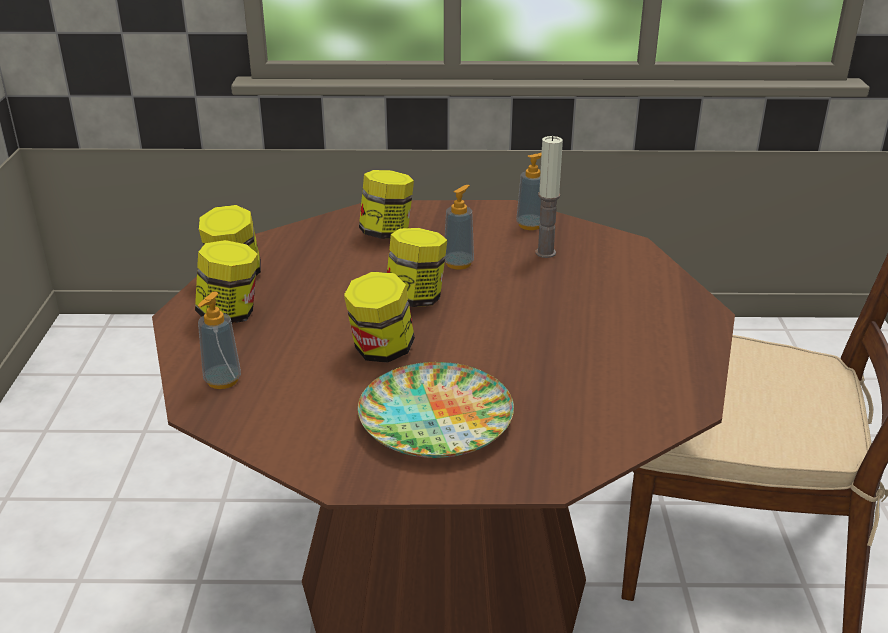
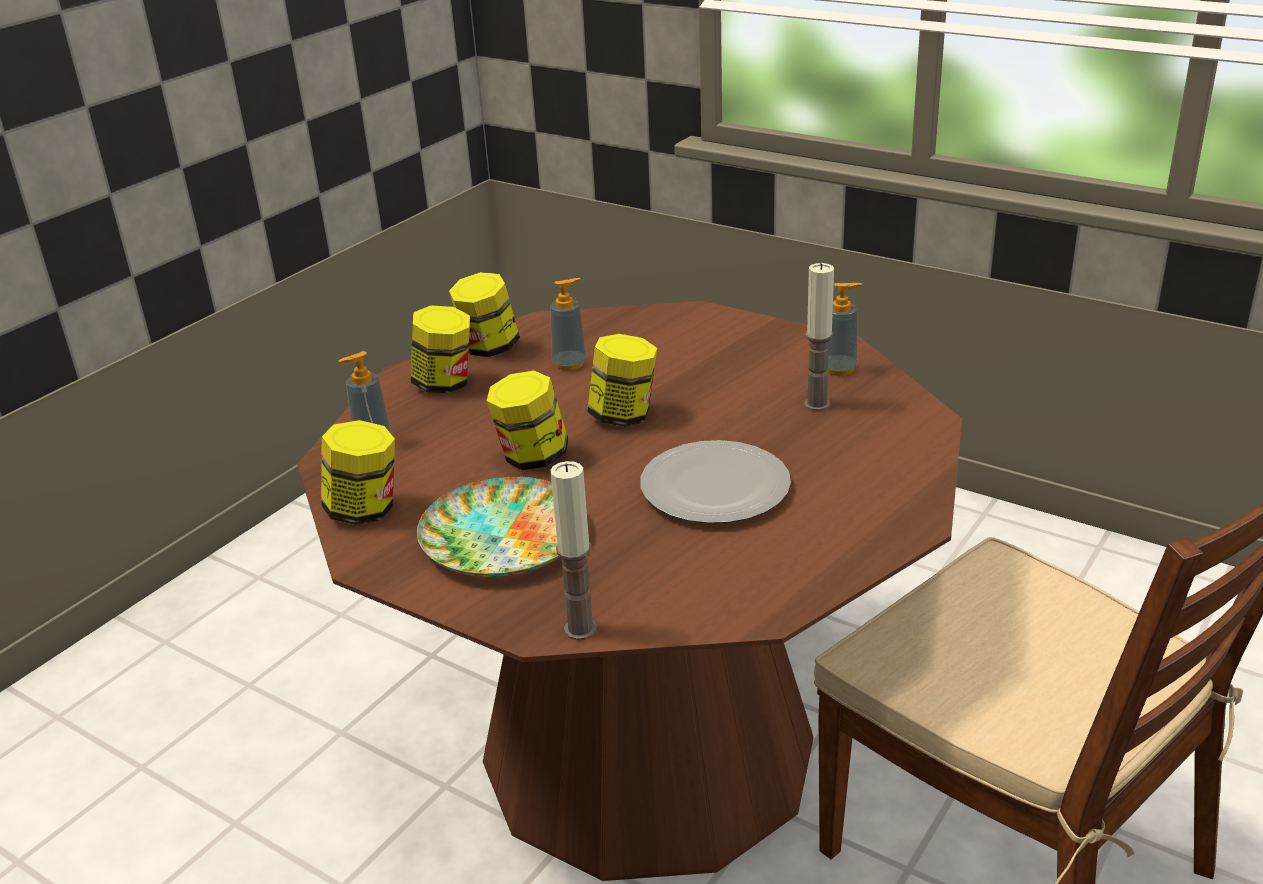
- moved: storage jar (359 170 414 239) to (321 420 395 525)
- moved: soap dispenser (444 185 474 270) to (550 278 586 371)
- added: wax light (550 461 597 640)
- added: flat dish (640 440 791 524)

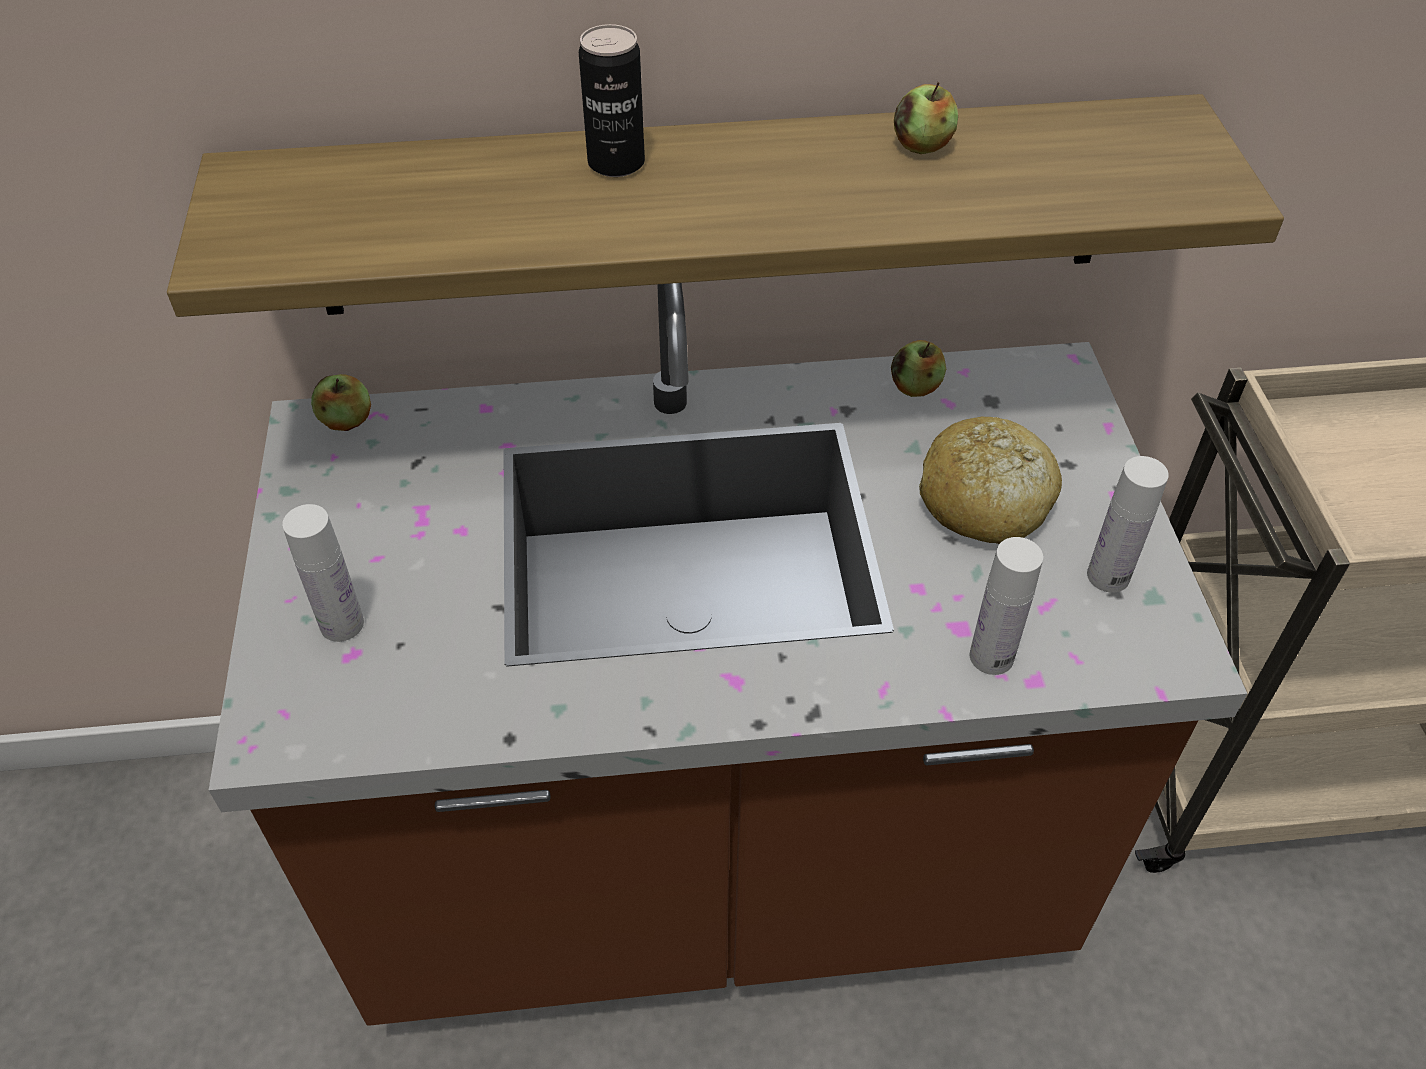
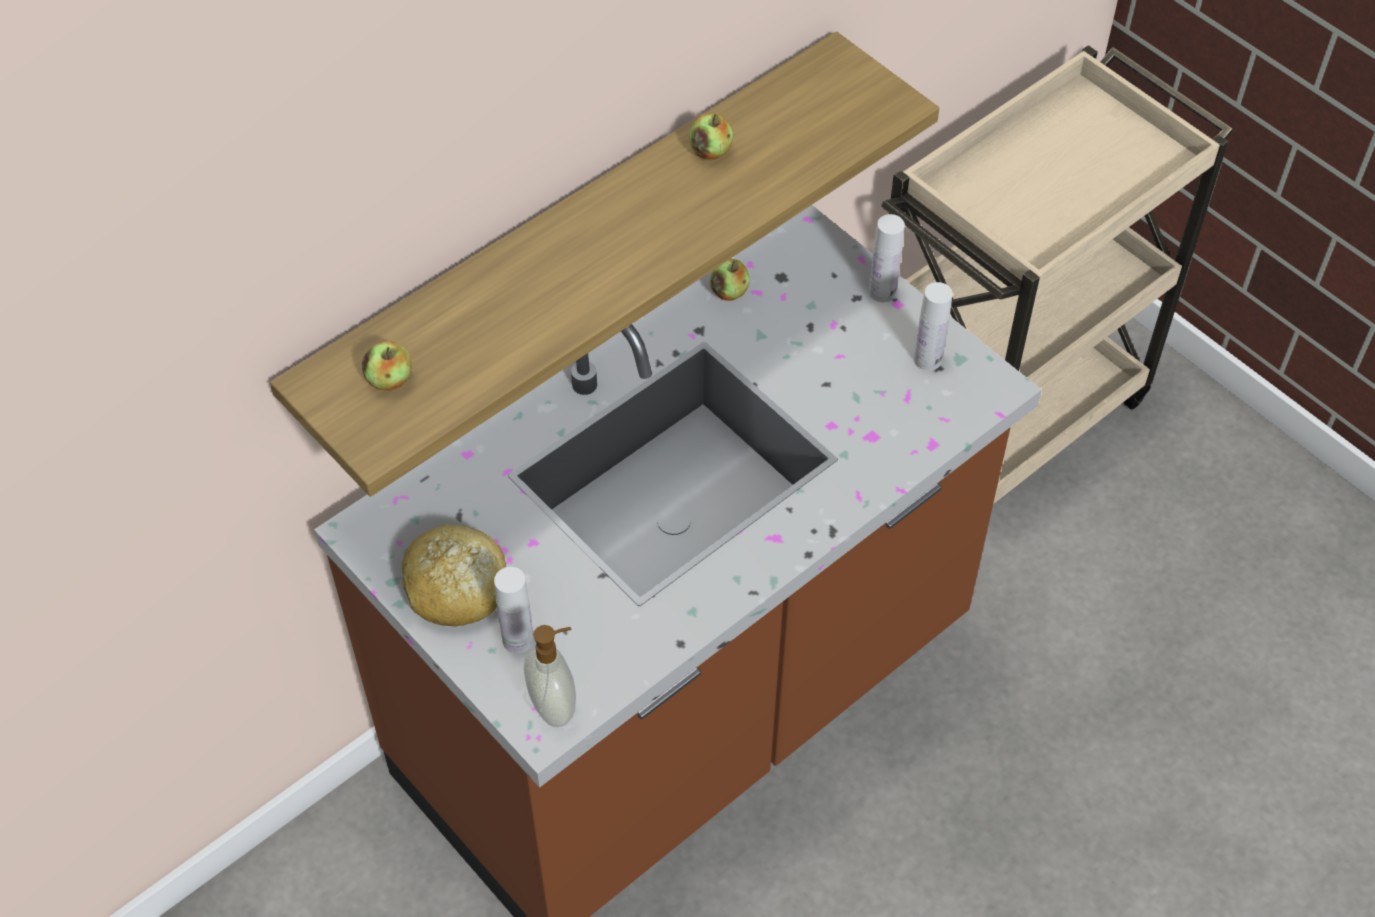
- moved: apple fruit (311 374 371 431) to (362 341 412 391)
- removed: sealed can (579 24 645 177)
- moved: bread (919 416 1062 544) to (402 524 506 626)
- moved: bottle/white (970 537 1043 675) to (869 214 905 302)
- added: soap dispenser (524 625 576 727)

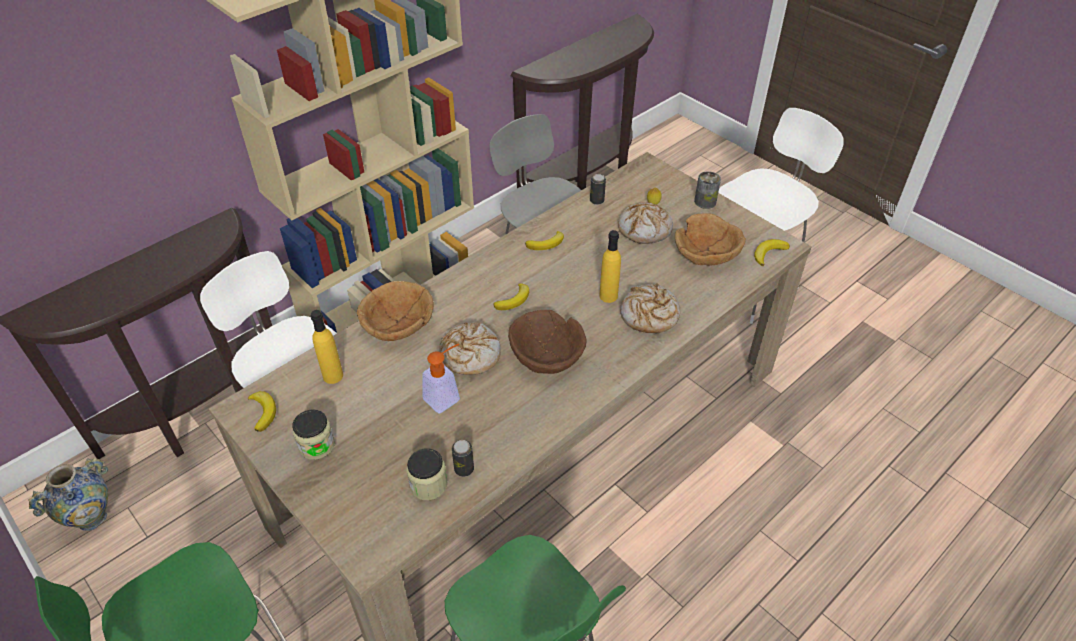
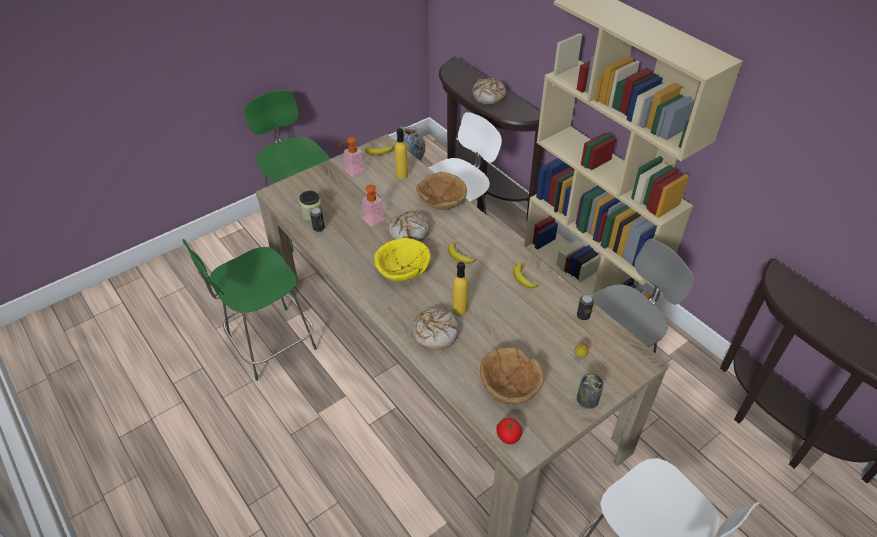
- replaced: storage jar (292 410 335 460) to soap dispenser (337 137 365 177)
- recoloured: bowl/brownish (508 310 587 374) to bowl/yellow-coloured (374 238 431 281)
- moved: bread (618 203 673 244) to (472 78 506 105)
- replaced: whole banana (754 239 790 266) to tomato (496 418 523 444)

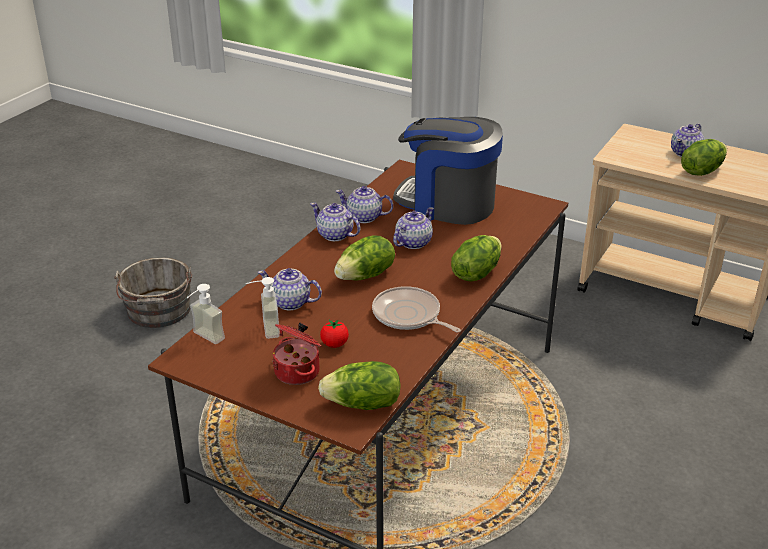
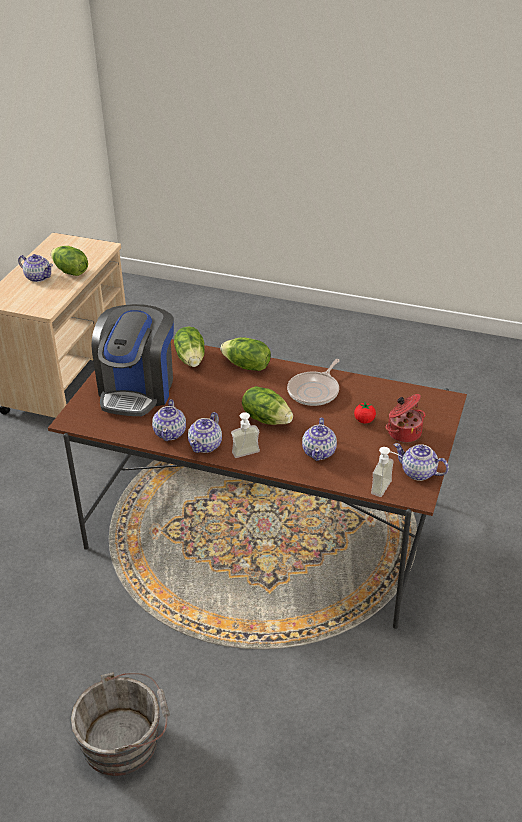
- moved: soap dispenser (246 277 280 339) to (231 412 260 458)
- moved: lettuce head (318 361 401 410) to (174 326 204 367)
- moved: pot for tea (393 207 434 249) to (394 443 449 481)

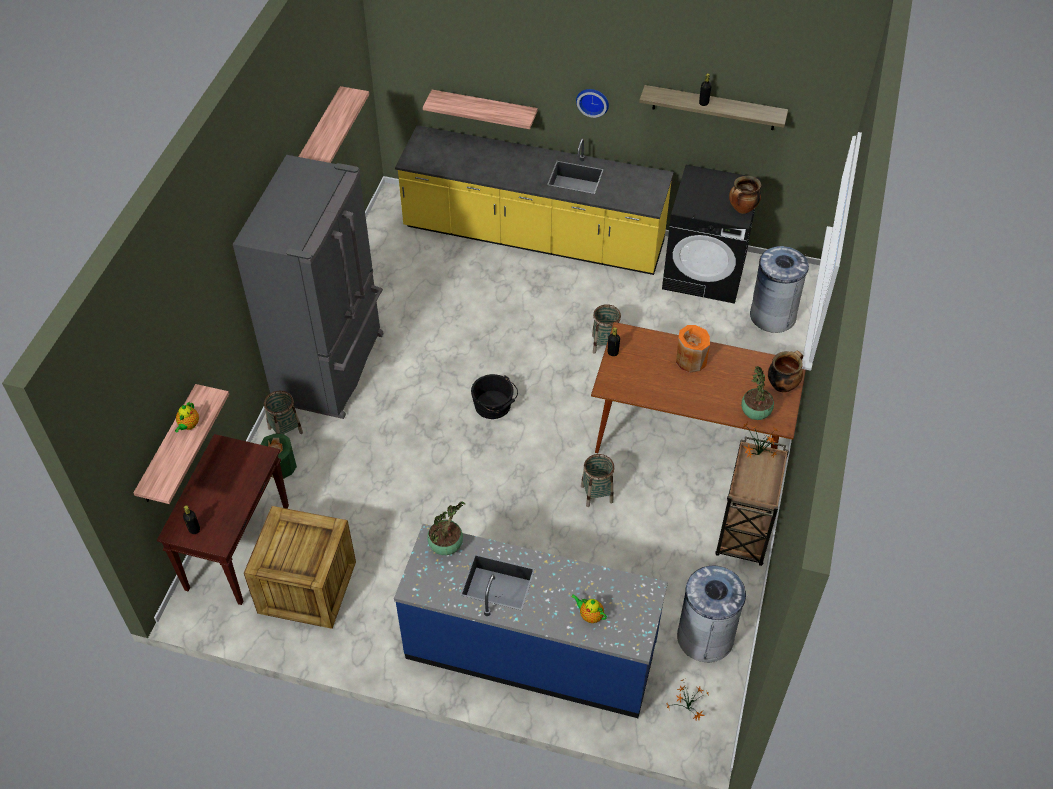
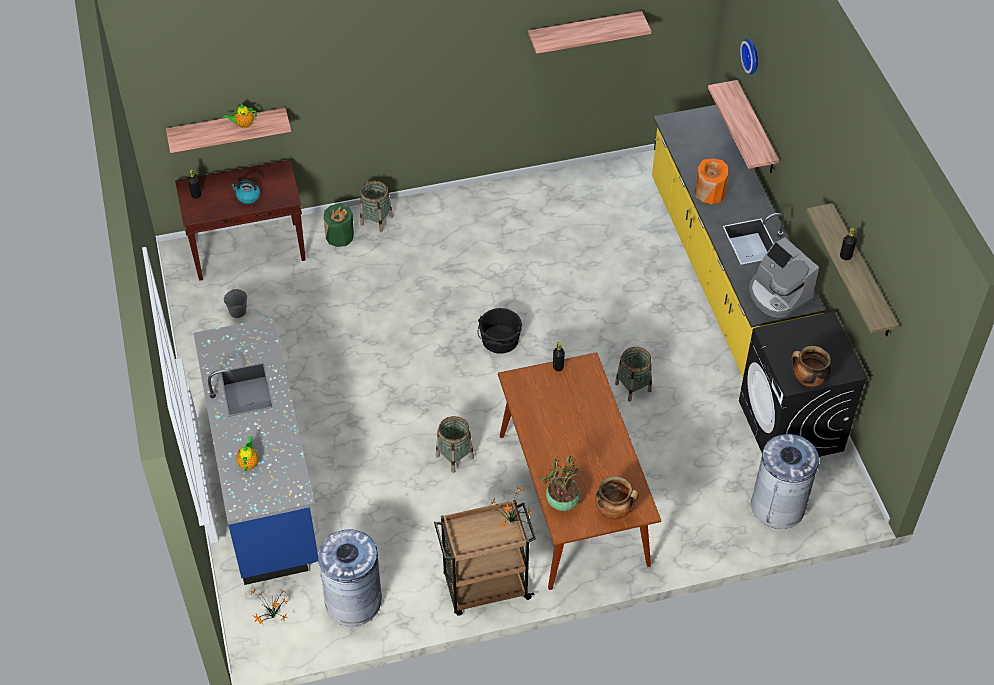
- removed: kitchen fridge/gray (233 155 384 419)
- replaced: packing crate (244 506 356 629) to bucket/gray (224 289 247 318)
- removed: plant in a pot (427 501 466 555)
- moved: clock on the wall (576 89 609 118) to (740 39 758 75)
- moved: decorative vase/orange-coloured (676 325 710 373) to (695 159 728 205)
- added: kettle (231 180 260 204)
- added: coffee brewer (749 237 819 318)

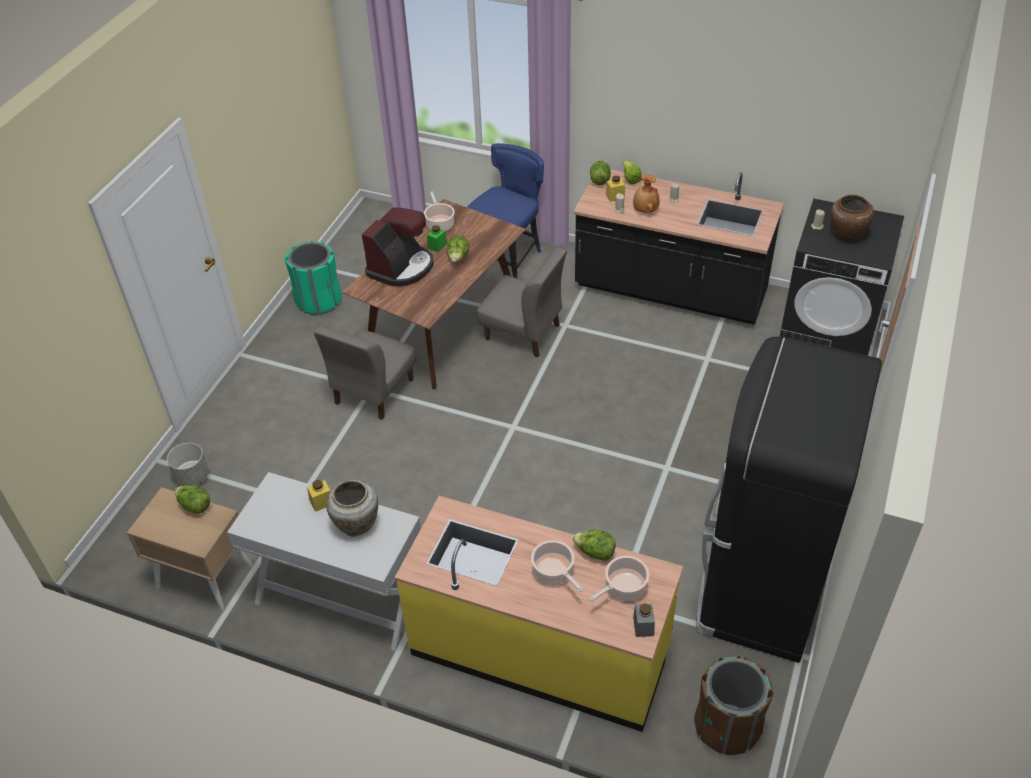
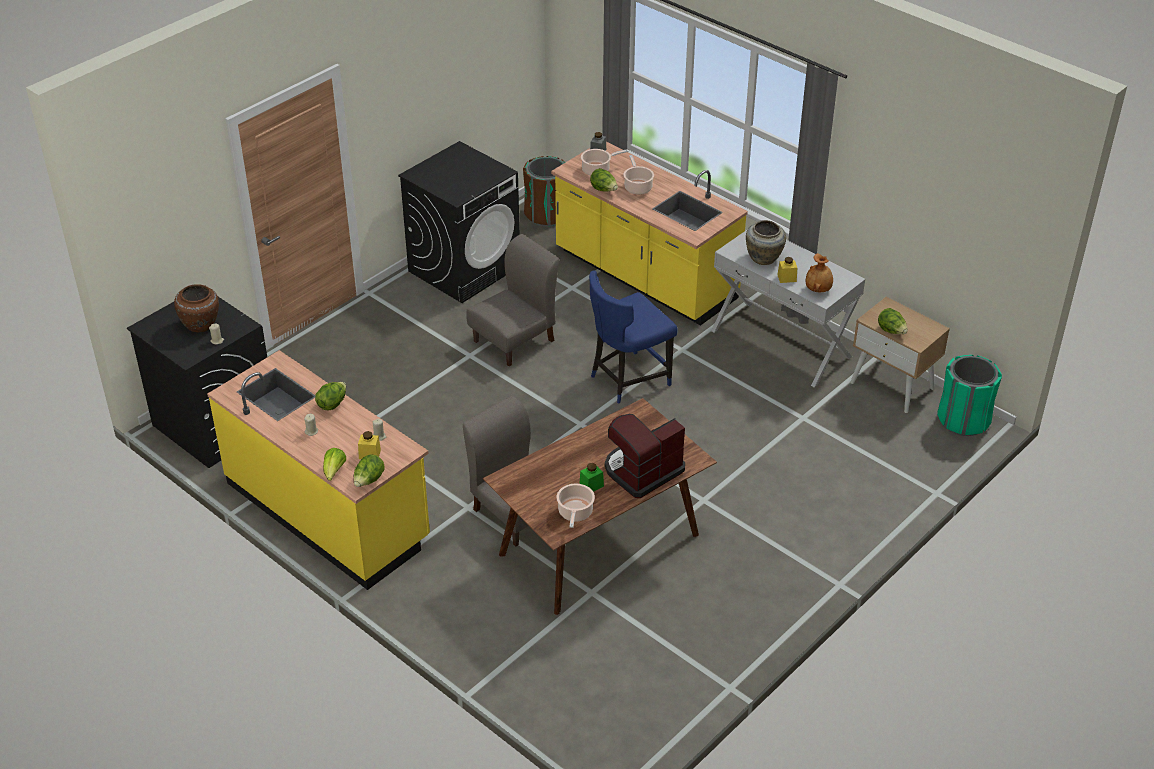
- removed: flower pot/gray (167 443 209 486)
- moved: trash can/green-coloured (285 241 342 315) to (937 355 1002 436)
- moved: upright chair/gray (314 325 417 420) to (466 234 559 366)
- moved: lettuce head (447 235 469 262) to (315 382 346 410)
- moved: upright chair/bluish (467 143 544 278) to (589 271 678 403)
- recoloured: kitchen base unit/blackish (573 169 784 325) to kitchen base unit/yellow-coloured (207 350 430 590)
- moved: decorative vase/brownish (633 174 660 213) to (806 253 833 292)
- replaced: kitchen fridge/blackish (696 337 882 663) to washing machine/blackish (398 141 520 303)

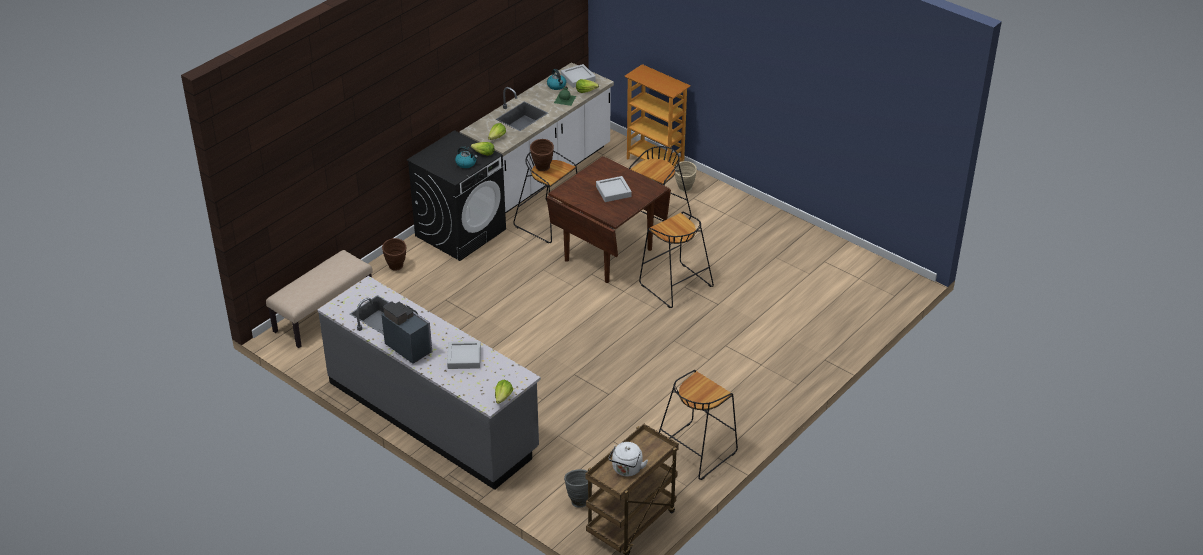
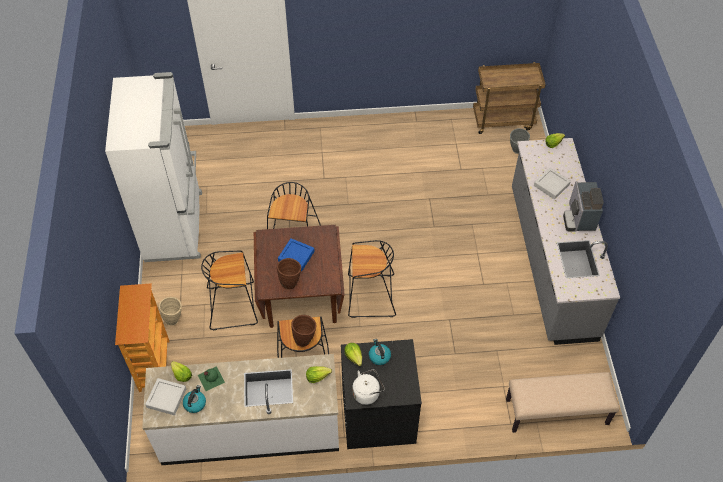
- moved: decorative vase/brownish (382 238 406 271) to (277 258 301 290)
- recoloured: carrying tray/gray (596 176 632 202) to carrying tray/bluish (278 238 315 271)
- moved: kettle/white (609 442 648 476) to (352 369 385 405)
- moved: stool/blackish (659 370 738 480) to (348 240 396 318)
- added: kitchen fridge/white (105 72 202 262)

